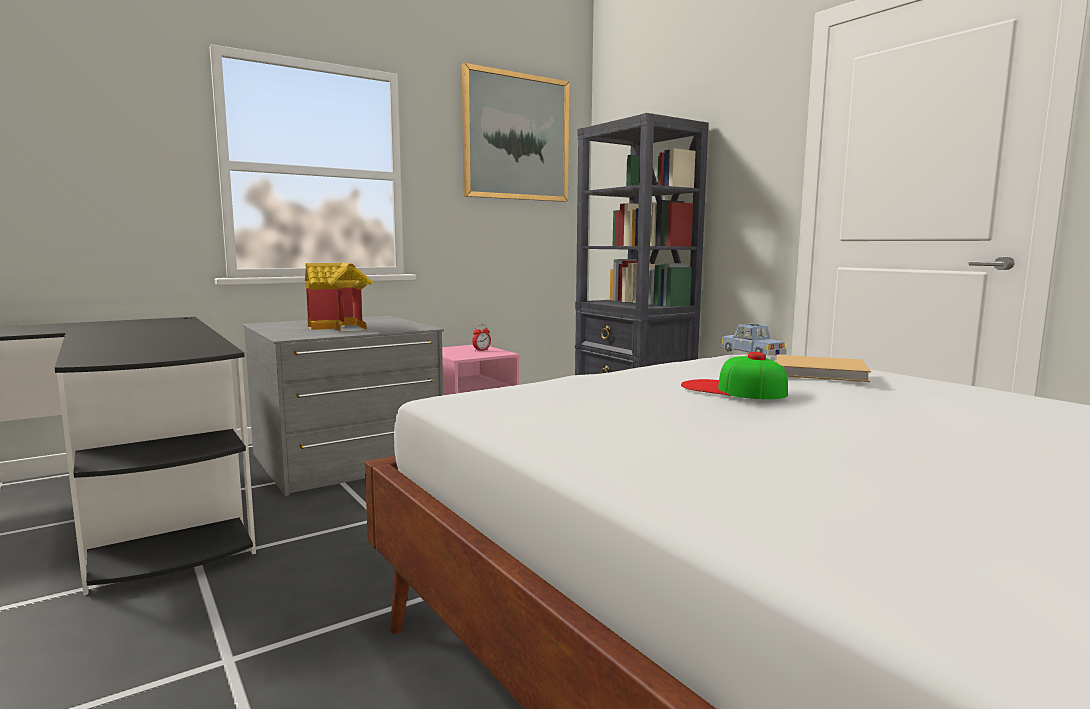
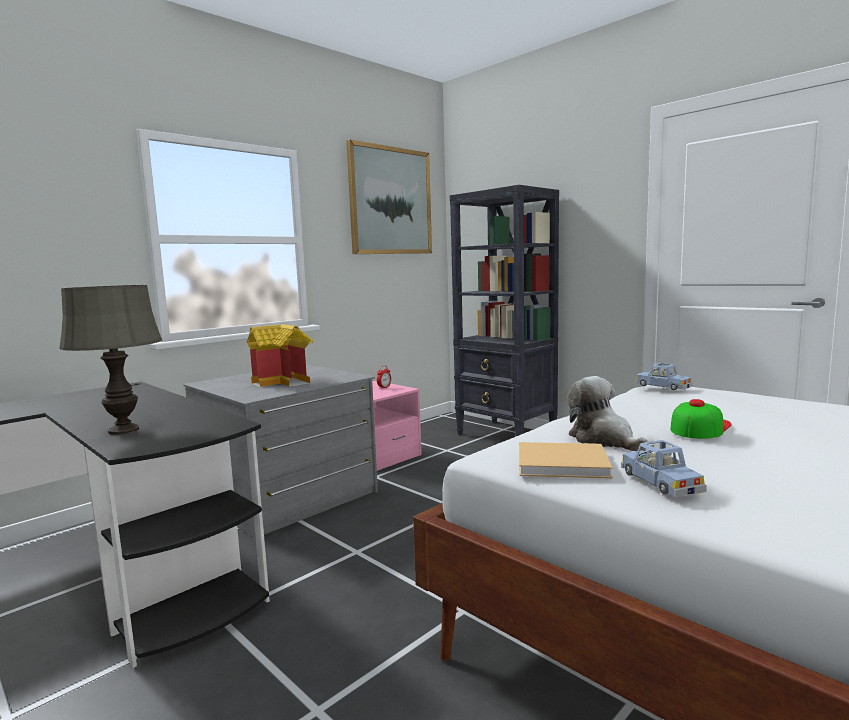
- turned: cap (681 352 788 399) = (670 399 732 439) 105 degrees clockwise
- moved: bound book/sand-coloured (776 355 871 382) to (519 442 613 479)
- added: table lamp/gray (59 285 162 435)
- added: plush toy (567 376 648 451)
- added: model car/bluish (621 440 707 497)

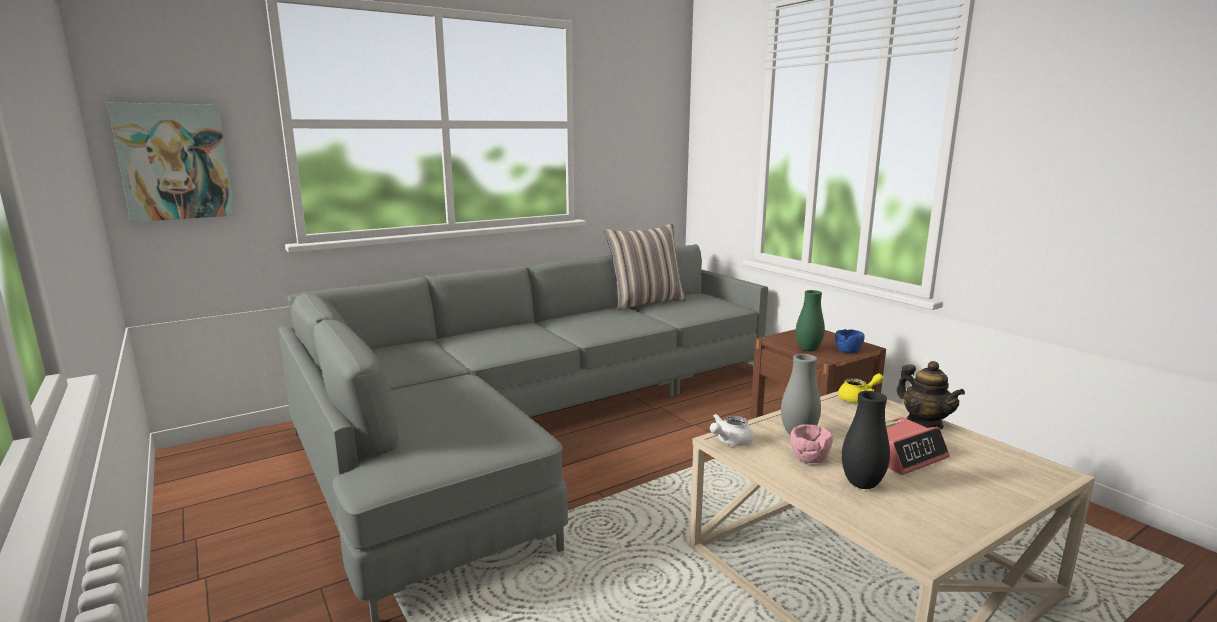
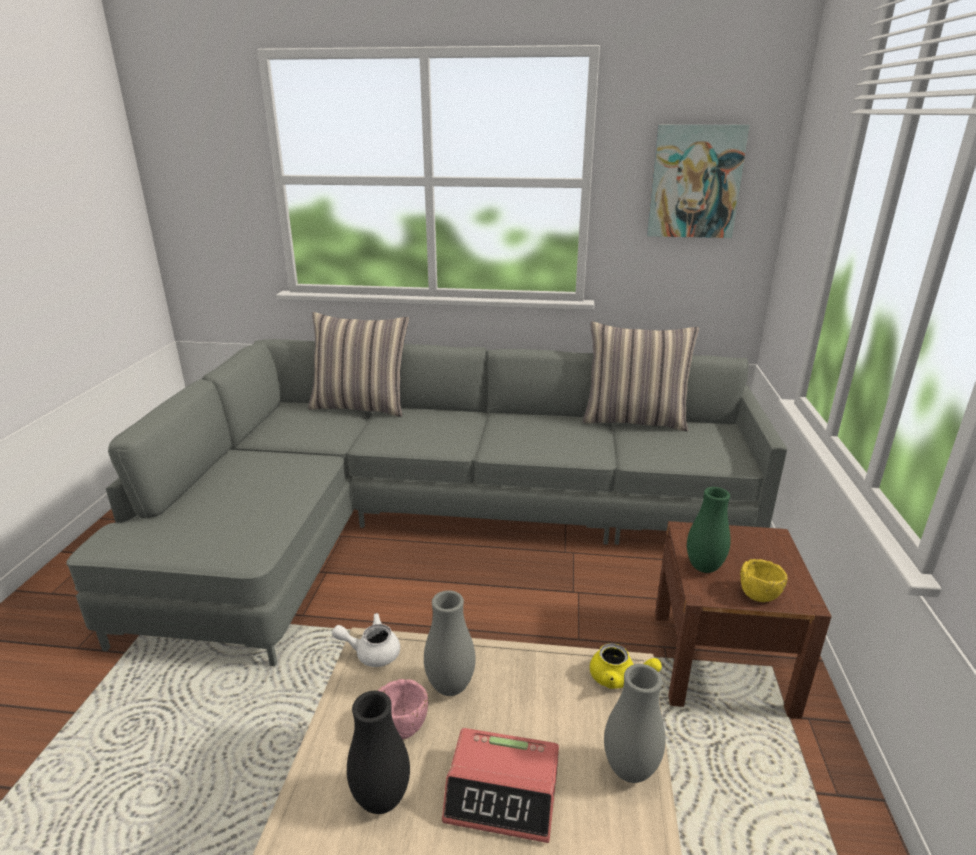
- moved: wall art (107 103 235 222) to (647 125 750 238)
- recoloured: bowl/bluish (835 329 864 353) to bowl/yellow-coloured (740 559 787 602)
- replaced: pot for tea (897 361 965 429) to decorative vase/gray (604 664 666 783)
- added: cushion (308 312 409 417)

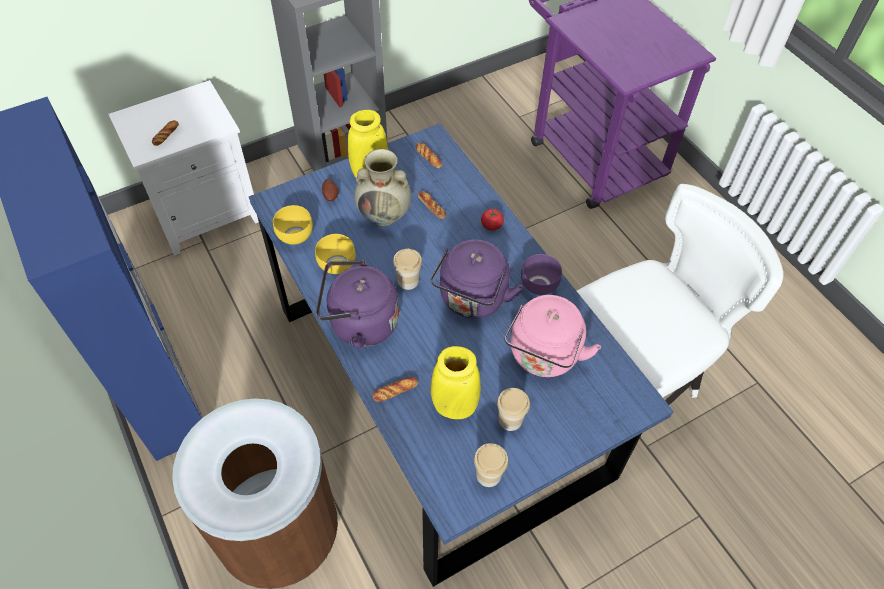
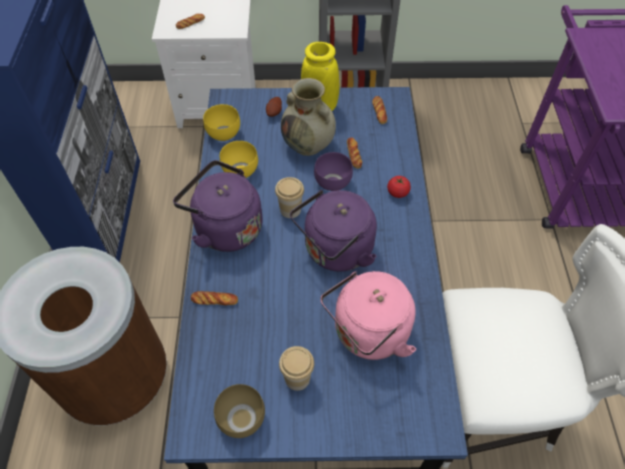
- removed: decorative vase/yellow-coloured (431 346 481 419)
- replaced: cup (474 443 508 487) to bowl/brownish (214 384 265 438)
- moved: bowl/purple-coloured (521 254 562 295) to (314 152 353 191)

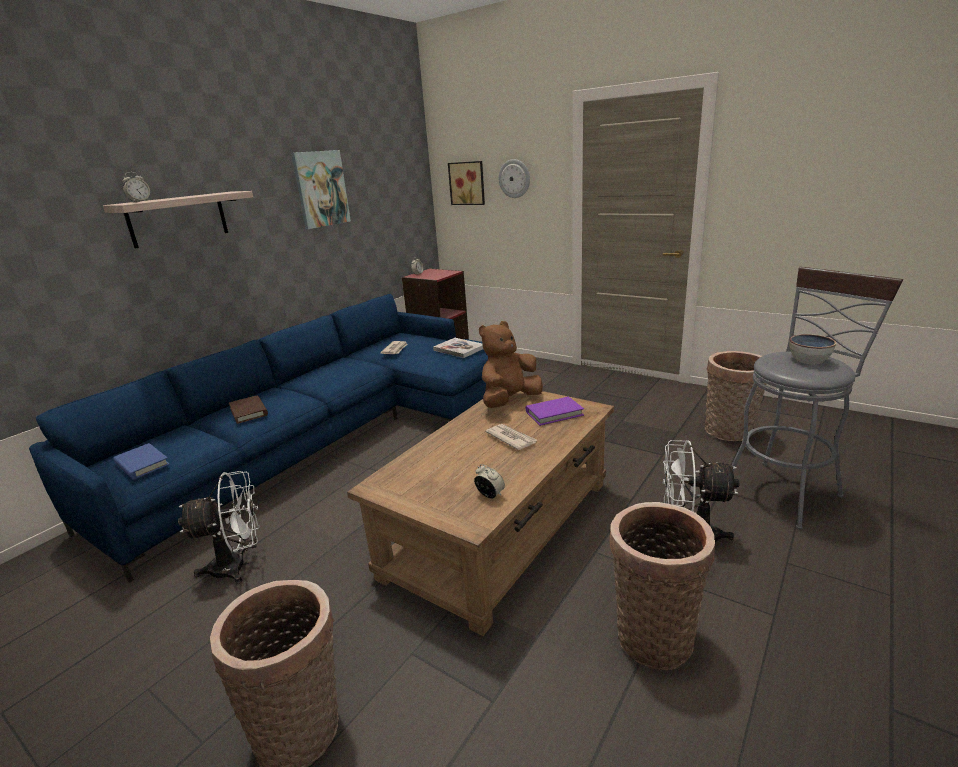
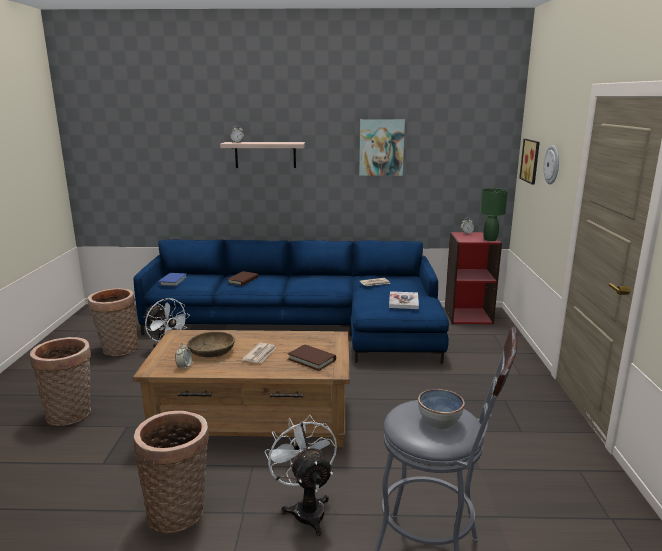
- removed: plush toy/brownish (479 321 543 408)
- recoloured: bound book/purple-coloured (526 396 584 426) to bound book/brownish (288 344 336 371)
- moved: basket (705 351 767 441) to (88 288 138 356)
- added: bowl/brownish (187 332 235 357)
- added: table lamp/green-coloured (480 188 508 241)

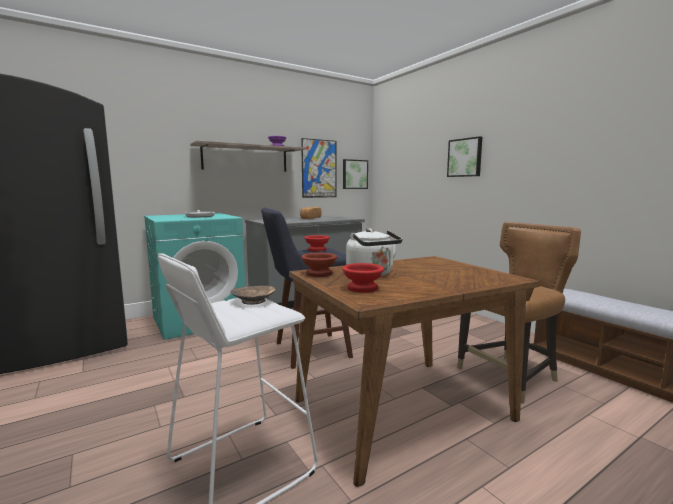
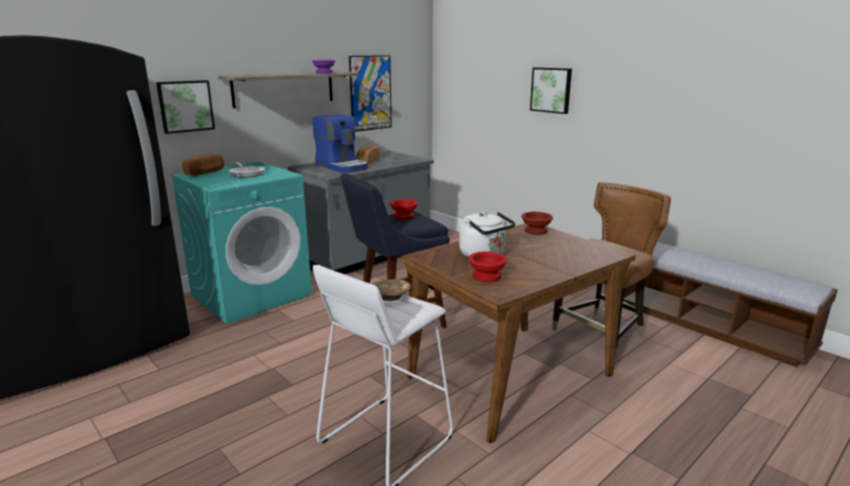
- moved: bowl/brownish (301 253 337 277) to (522 212 553 235)
- moved: wall art (343 159 368 189) to (156 80 215 134)
- added: bread (182 154 224 176)
- added: coffee brewer (312 114 368 173)

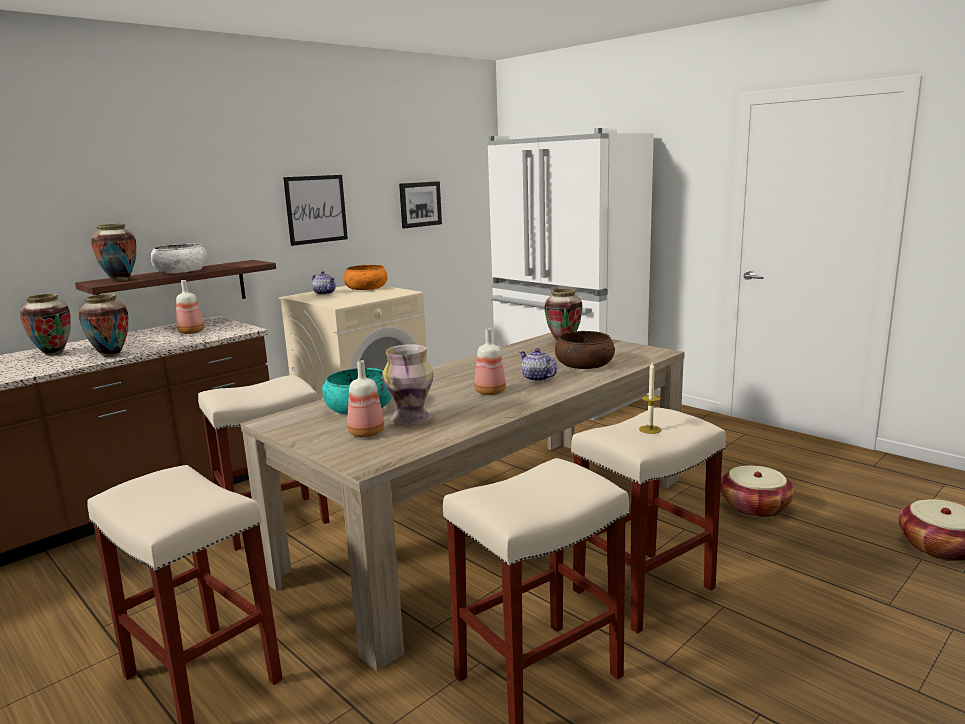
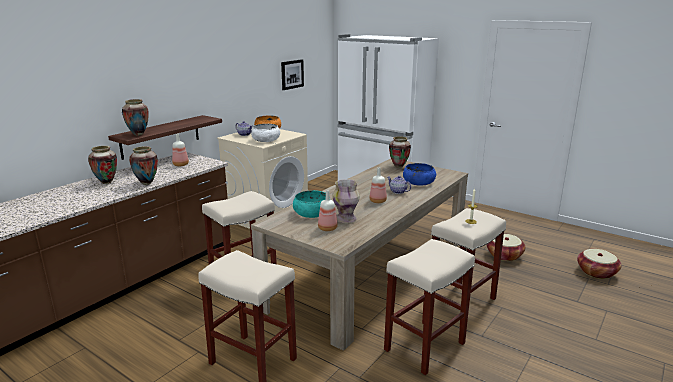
- moved: bowl/white (151 244 207 273) to (251 124 280 142)
- removed: wall art (283 175 348 246)
- recoloured: bowl/brownish (555 331 615 369) to bowl/bluish (403 163 436 186)

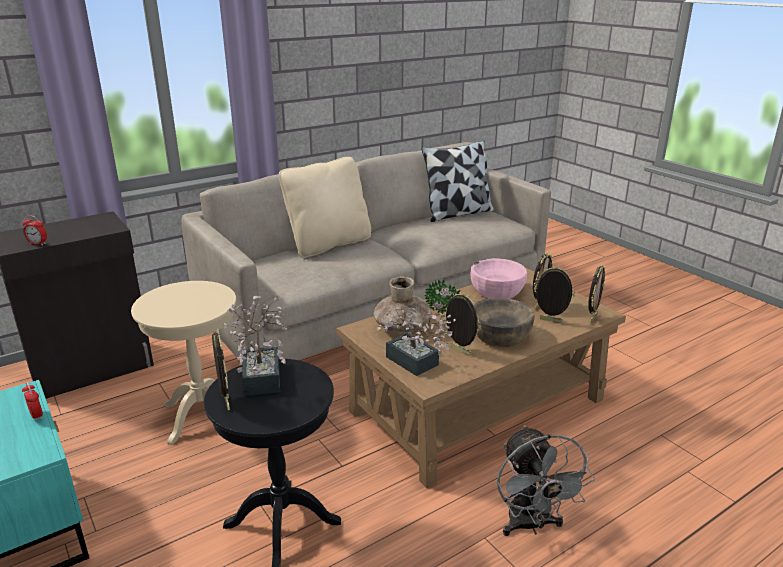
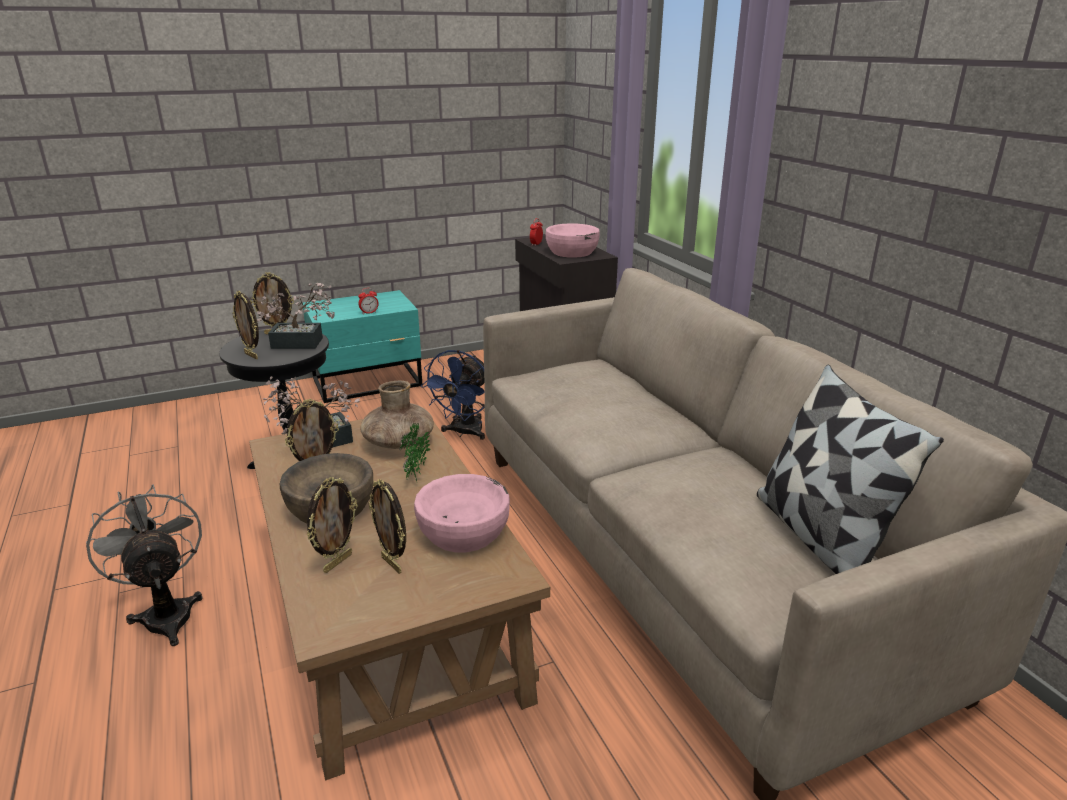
- replaced: side table/sand-coloured (131 281 236 445) to electric fan/bluish (421 350 485 440)
- removed: cushion/sand-coloured (279 157 371 258)
- turned: electric fan/gray (497 425 595 536) = (86 484 203 646) 60 degrees clockwise
- moved: photo frame (588 264 605 324) to (233 291 259 359)
- added: bowl/pink-coloured (546 223 600 258)

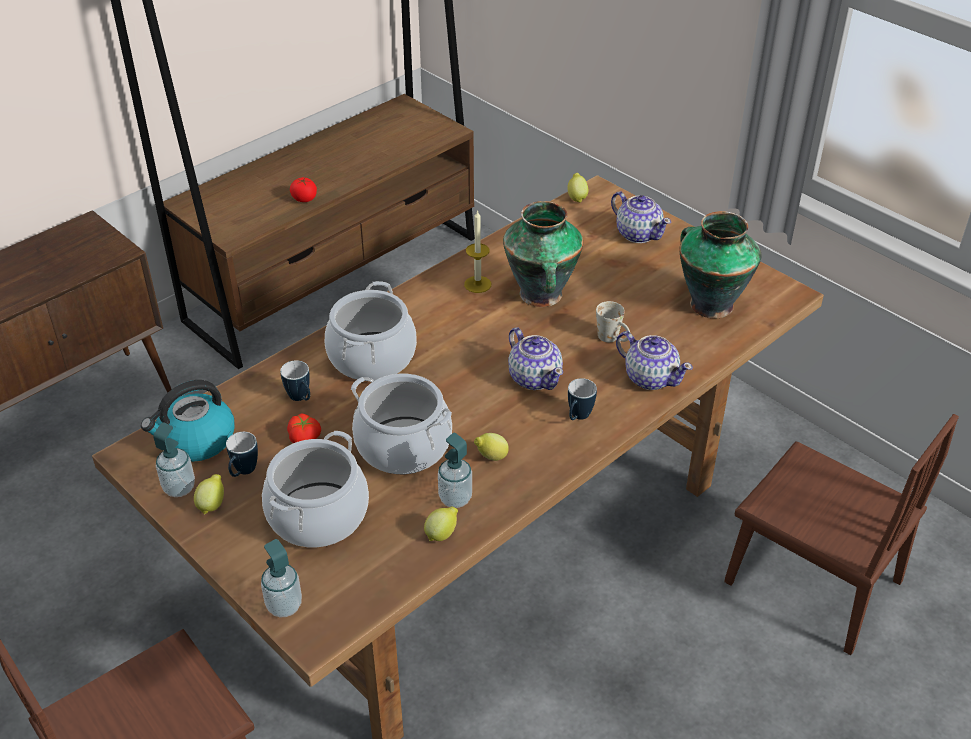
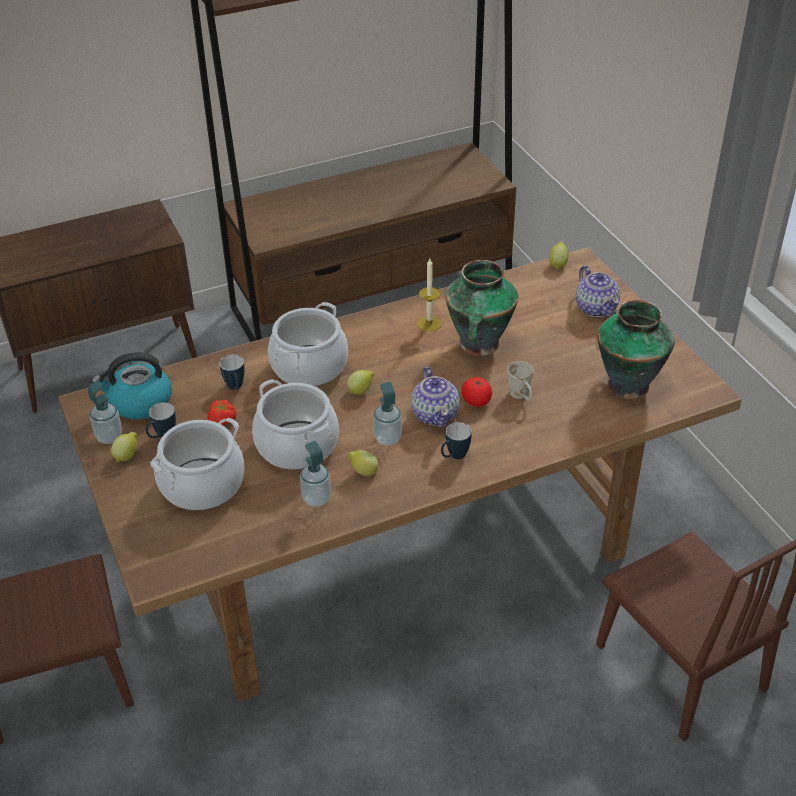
- moved: soap dispenser (261 539 302 618) to (373 382 402 446)
- moved: tomato (290 177 317 202) to (461 377 492 407)
- moved: whole lemon (424 506 458 541) to (347 370 375 395)
- removed: pot for tea (616 331 693 390)

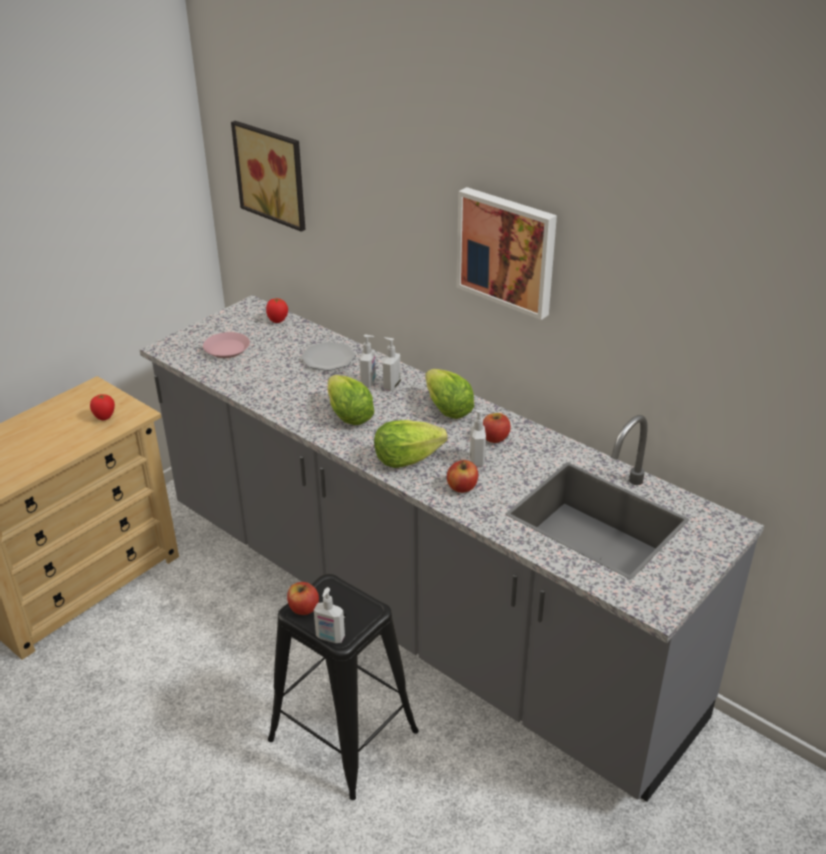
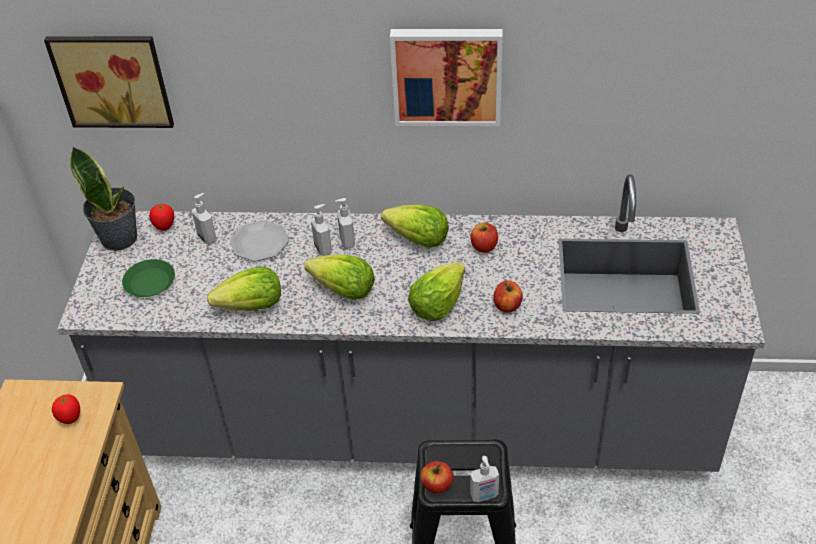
- recoloured: flat dish/pink-coloured (203 332 250 358) to flat dish/green-coloured (122 259 175 297)
- moved: soap dispenser (470 410 488 467) to (192 193 217 245)
- added: plant in a pot (70 147 137 251)
- added: lettuce head (207 266 281 311)

